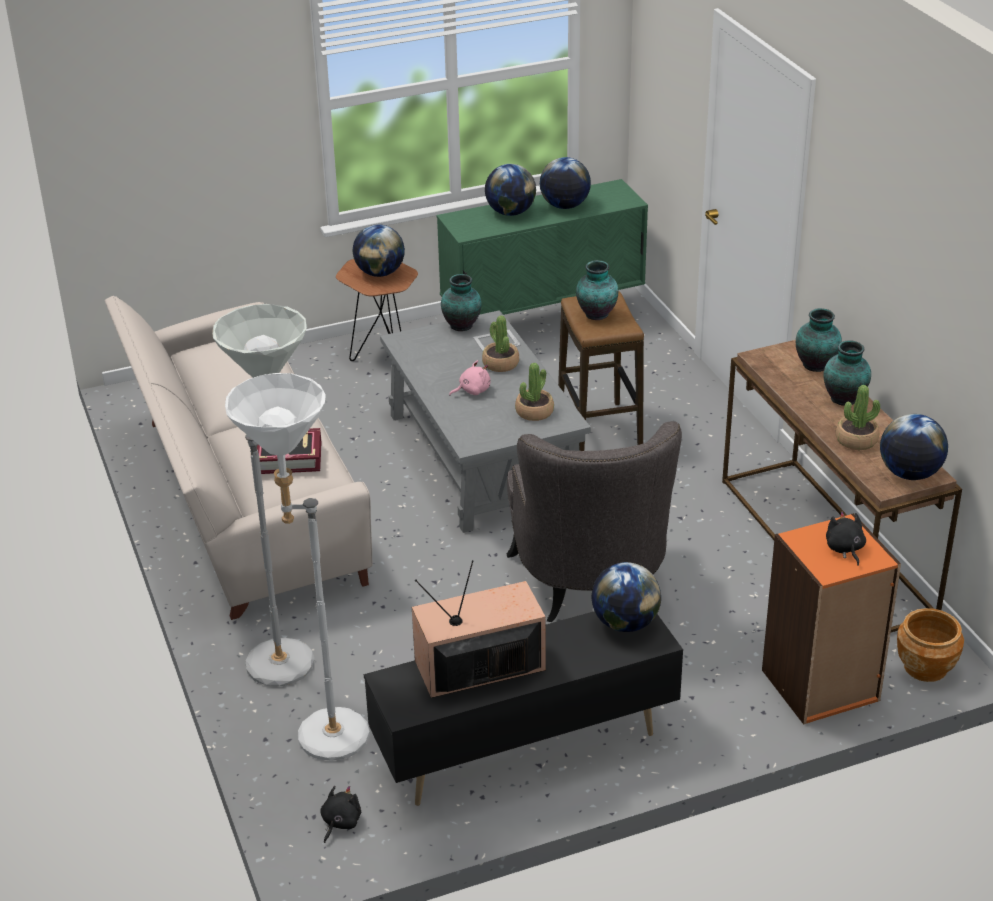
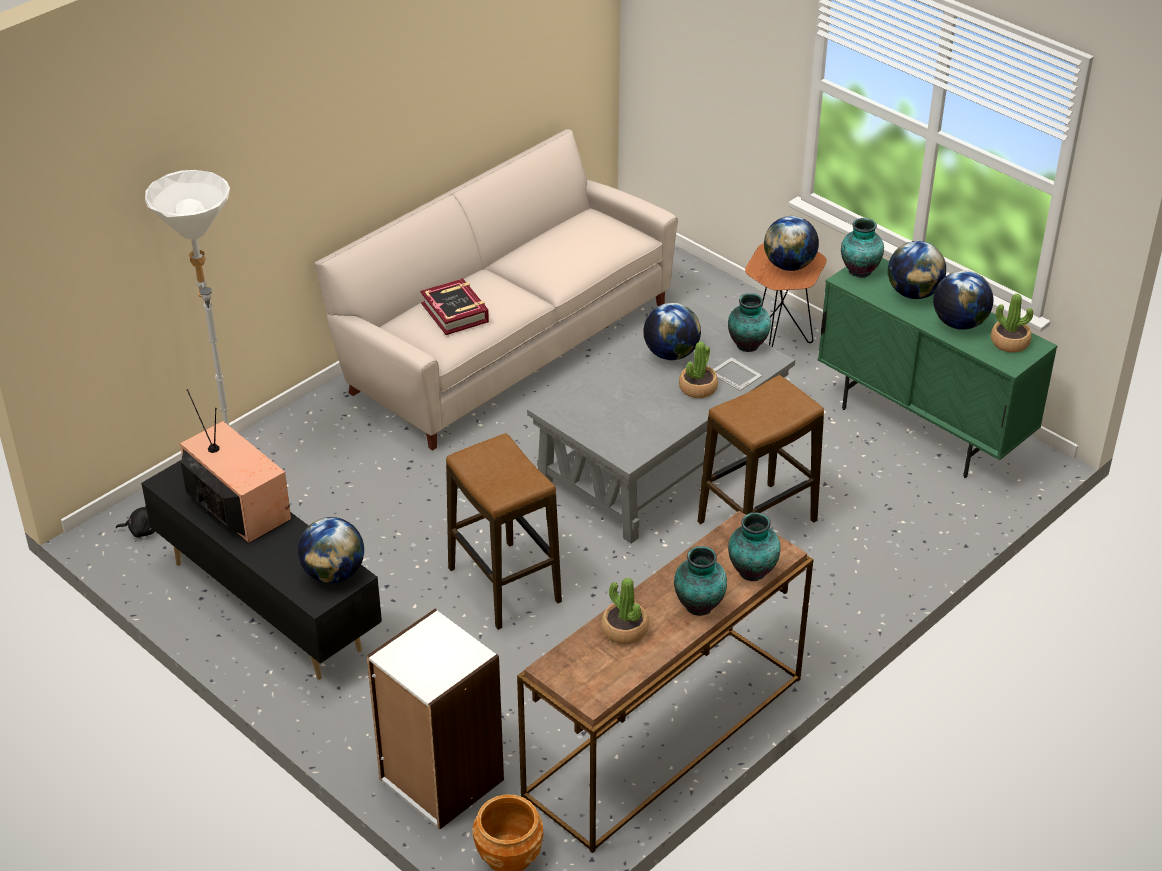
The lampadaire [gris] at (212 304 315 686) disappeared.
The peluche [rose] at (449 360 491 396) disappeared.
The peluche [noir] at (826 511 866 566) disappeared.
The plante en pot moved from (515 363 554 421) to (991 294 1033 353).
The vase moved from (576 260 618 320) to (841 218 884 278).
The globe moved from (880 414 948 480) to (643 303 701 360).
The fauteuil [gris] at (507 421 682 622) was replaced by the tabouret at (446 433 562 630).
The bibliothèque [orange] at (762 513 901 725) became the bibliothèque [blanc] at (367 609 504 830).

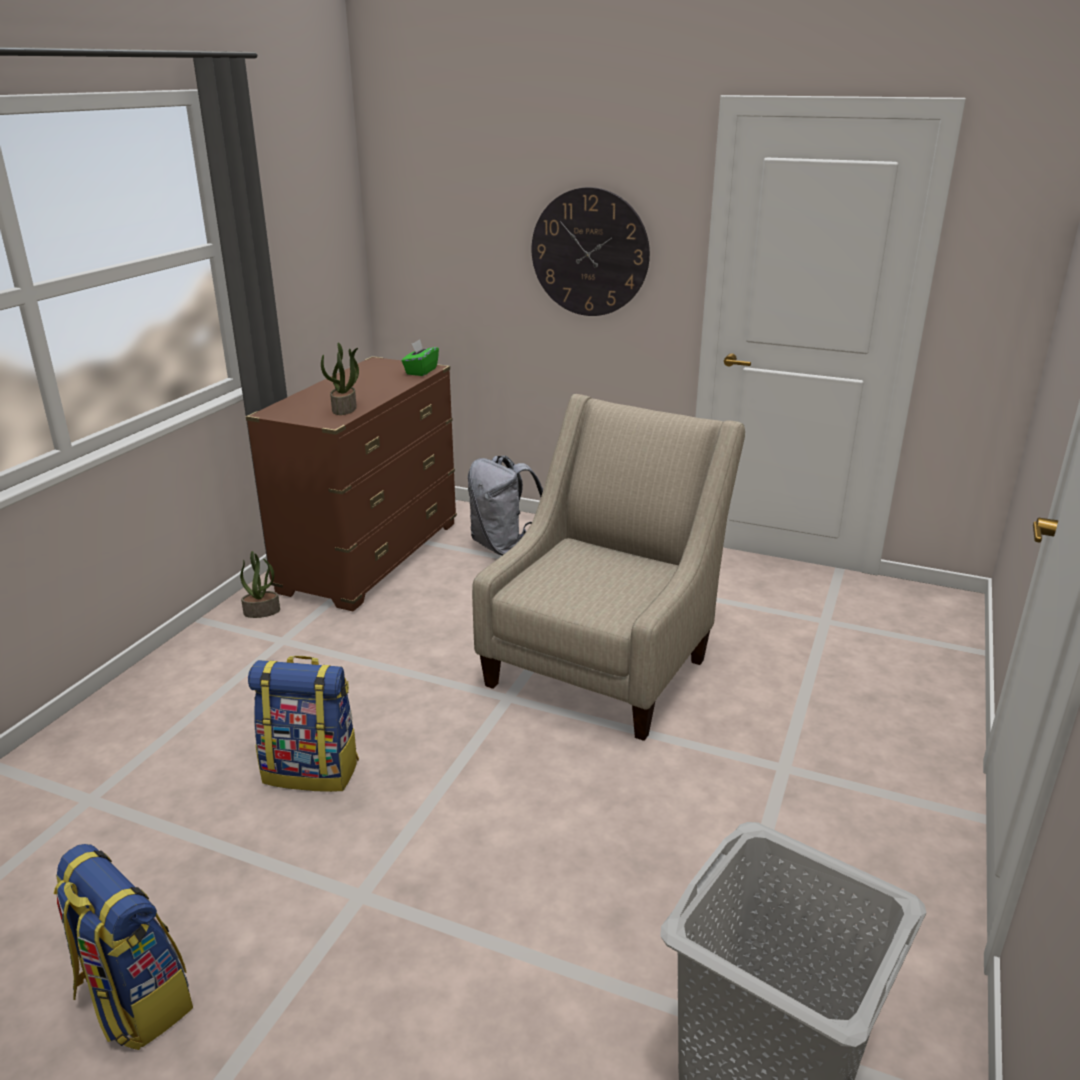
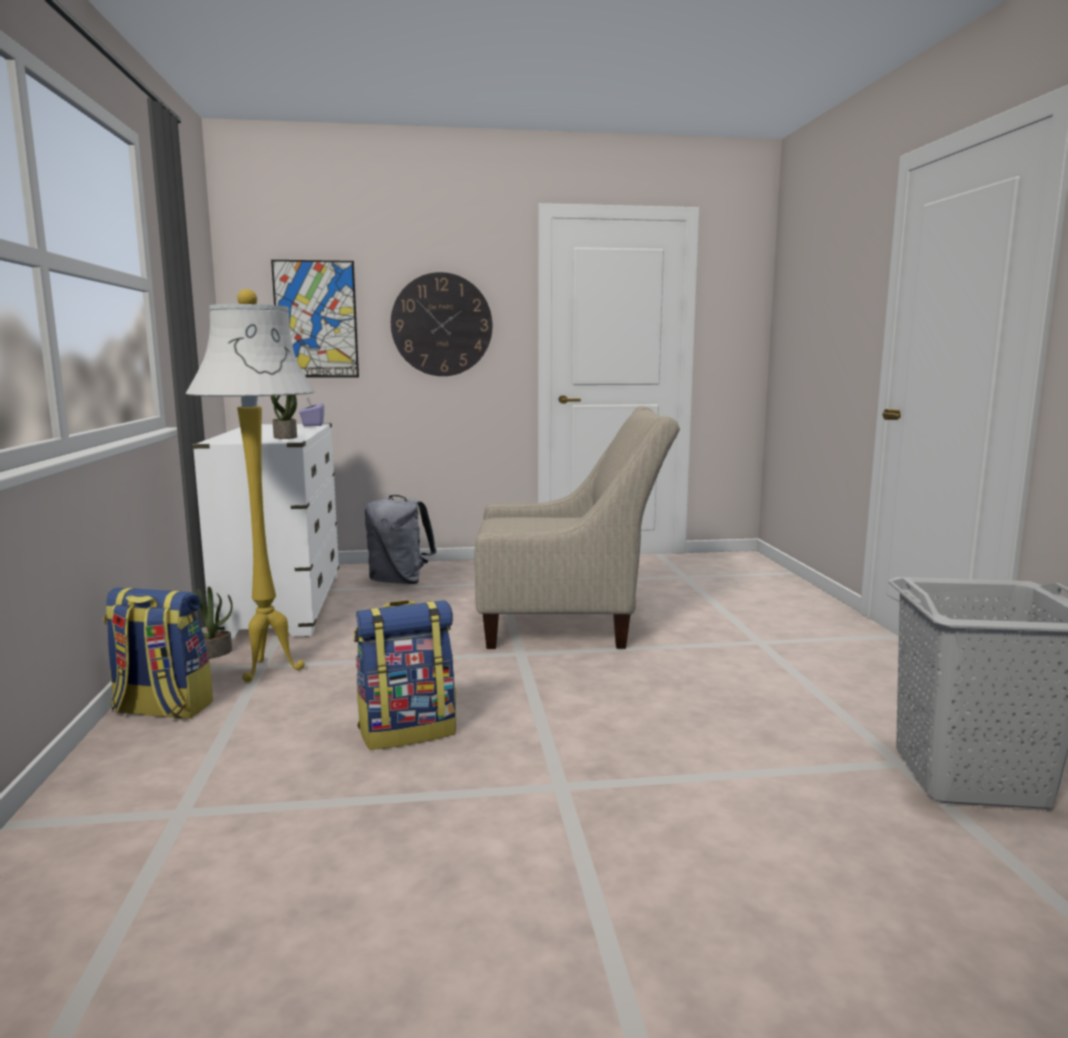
The lampadaire [blanc] at (186 289 315 682) appeared.
The tableau at (271 260 359 378) appeared.
The sac à dos moved from (54 844 193 1050) to (103 588 213 719).
The commode [marron] at (246 356 457 611) became the commode [blanc] at (192 423 339 639).
The boîte à mouchoirs [vert] at (402 339 439 376) became the boîte à mouchoirs [violet] at (299 397 324 426).
The fauteuil [beige] at (472 394 745 741) turned 90 degrees clockwise.

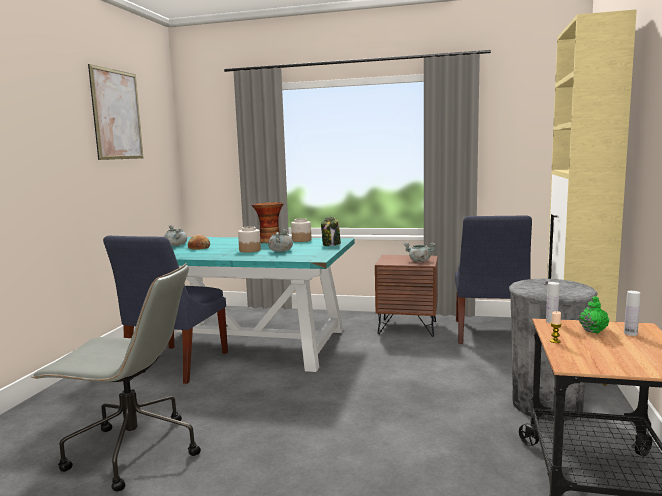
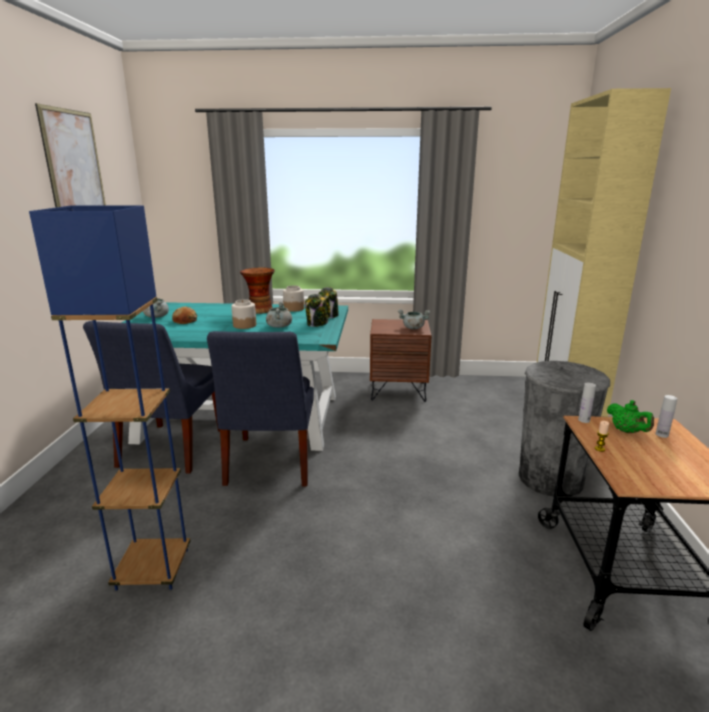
The bocal at (305 294 328 327) appeared.
The chaise [bleu] moved from (455 215 532 344) to (207 331 314 486).
The chaise de bureau [gris] at (31 263 201 492) was replaced by the lampadaire [bleu] at (29 205 190 591).
The théière [vert] at (579 296 609 333) turned 135 degrees clockwise.

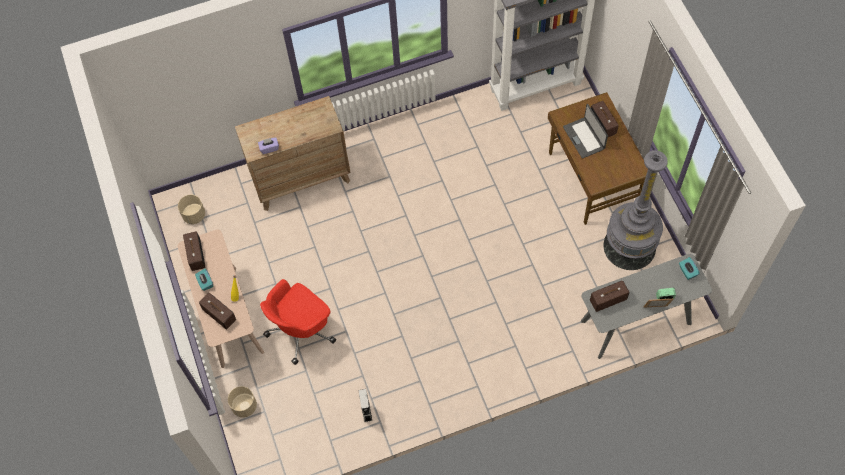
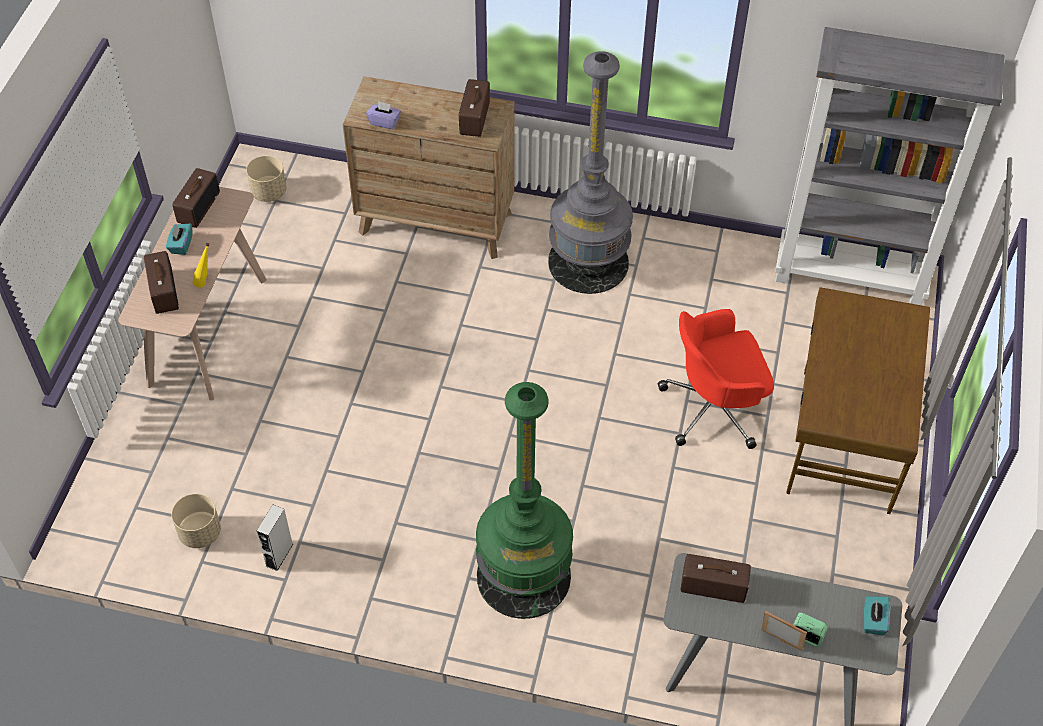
The ordinateur portable at (563 104 608 159) disappeared.
The lampadaire [vert] at (476 382 573 619) appeared.
The cache-pot [beige] moved from (228 386 257 418) to (171 494 221 548).
The chaise de bureau [rouge] moved from (260 279 336 365) to (658 309 774 449).
The radio moved from (591 101 619 137) to (459 79 490 137).
The lampadaire [gris] moved from (603 150 668 270) to (548 51 633 294).

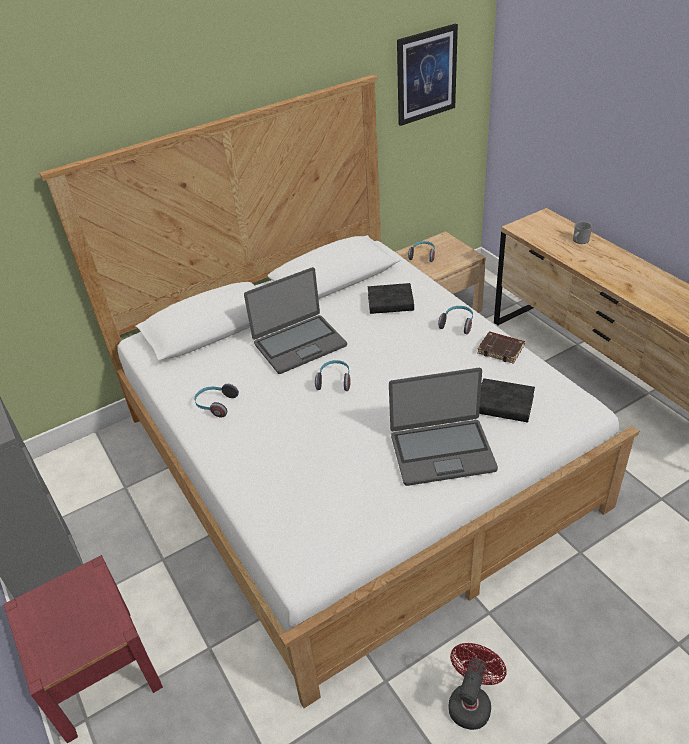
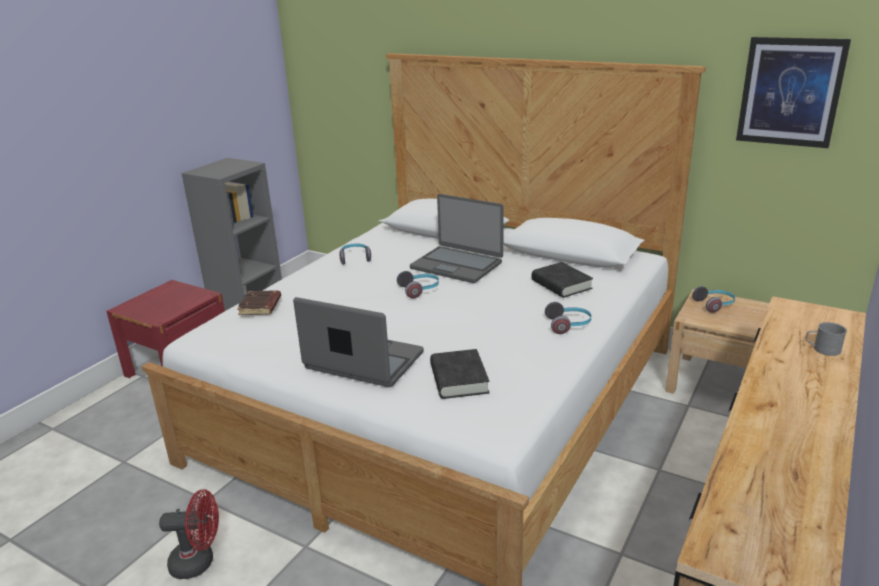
The livre [marron] moved from (477 331 525 364) to (237 291 281 315).
The ordinateur portable at (389 368 498 486) turned 150 degrees clockwise.

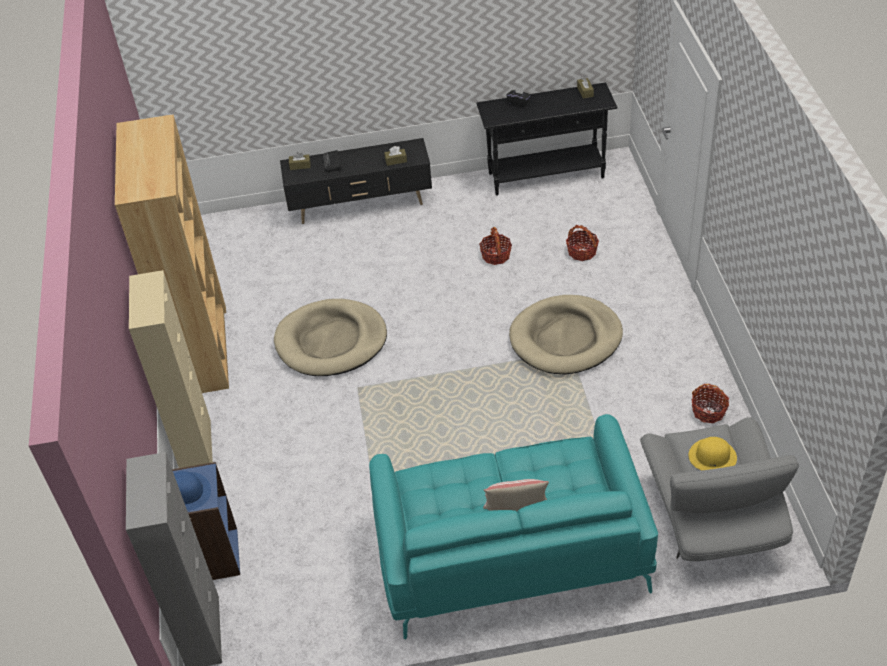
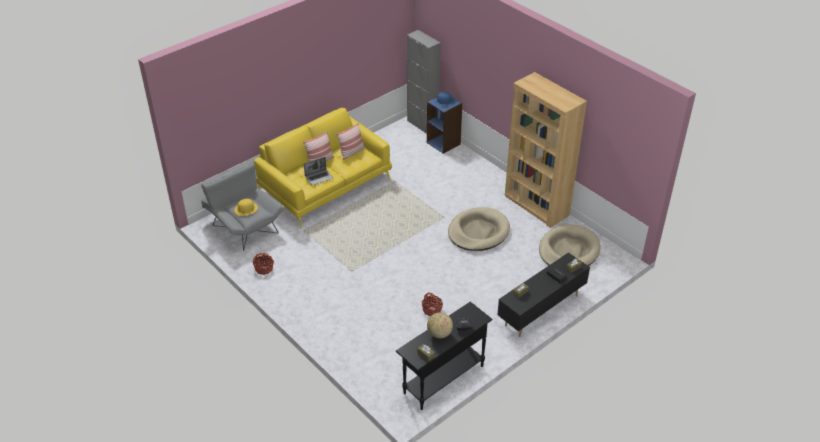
The meuble de rangement [beige] at (129 270 213 468) disappeared.
The panier at (566 225 599 261) disappeared.
The ordinateur portable at (304 157 333 185) appeared.
The coussin at (336 123 365 160) appeared.
The globe at (427 313 453 338) appeared.
The panier pour chien [beige] moved from (509 295 623 374) to (539 224 600 266).
The canapé [turquoise] at (369 414 658 639) became the canapé [jaune] at (254 108 392 229).

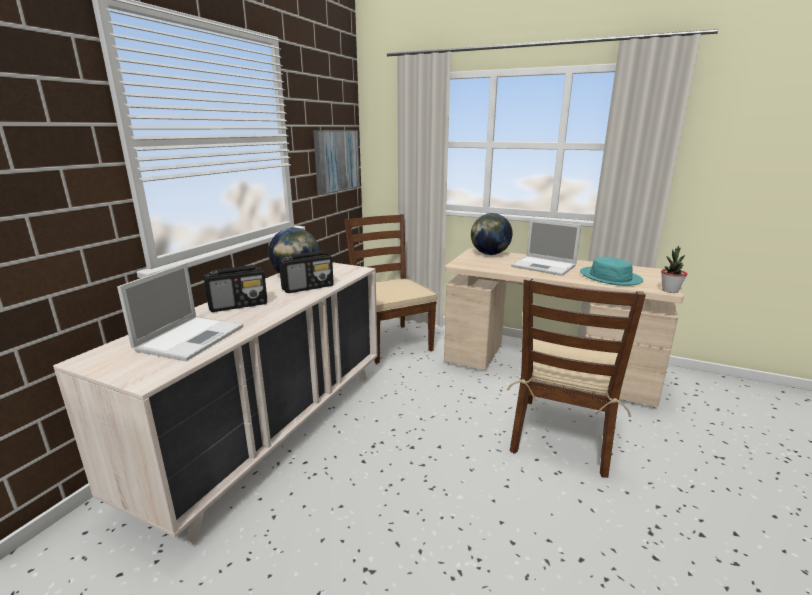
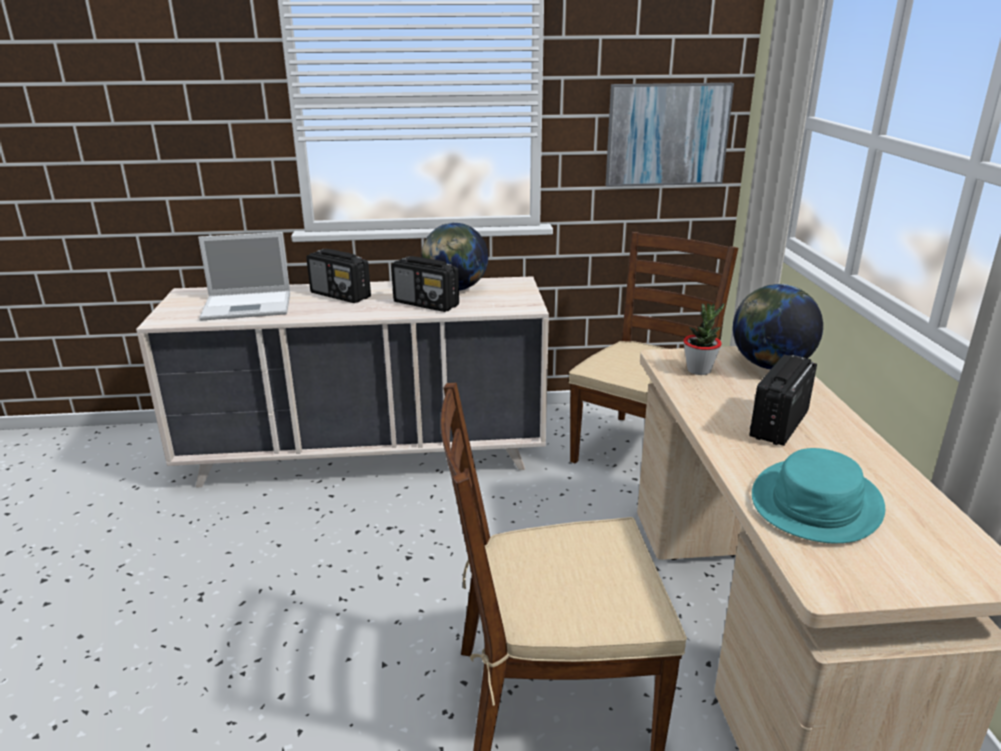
The plante en pot moved from (661 246 687 293) to (683 303 724 375).
The ordinateur portable at (511 219 581 276) was replaced by the radio at (749 355 817 446).

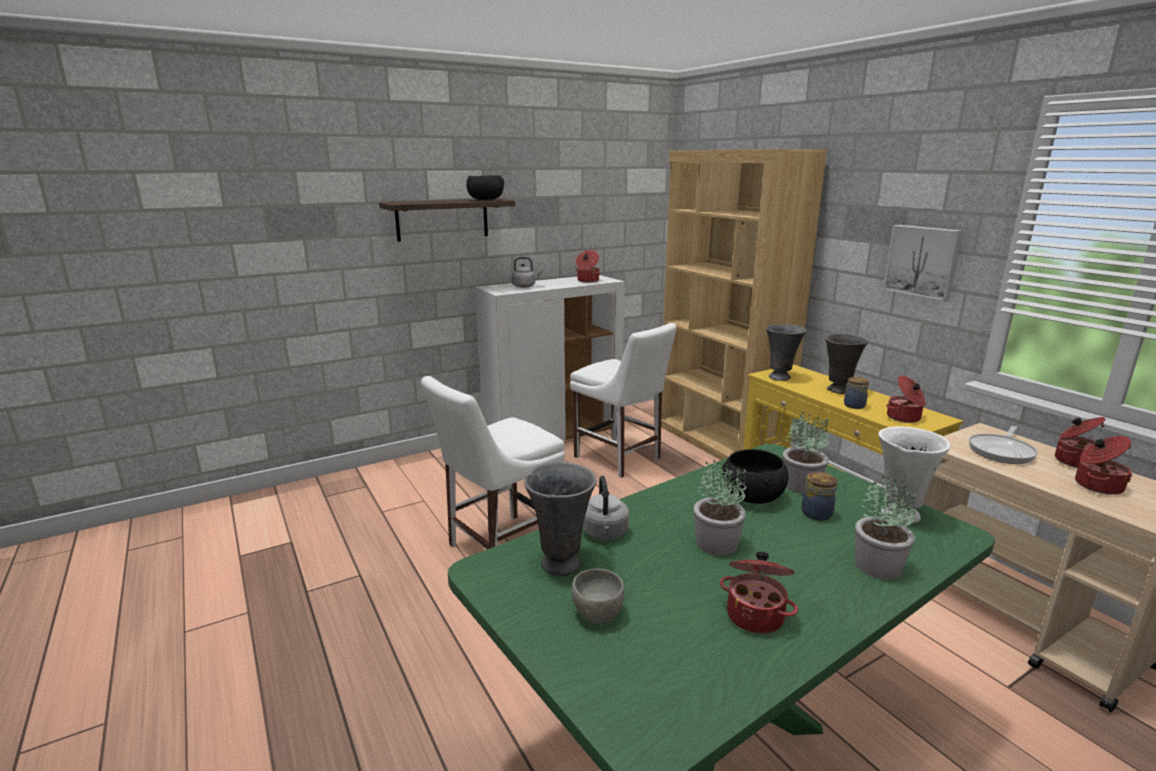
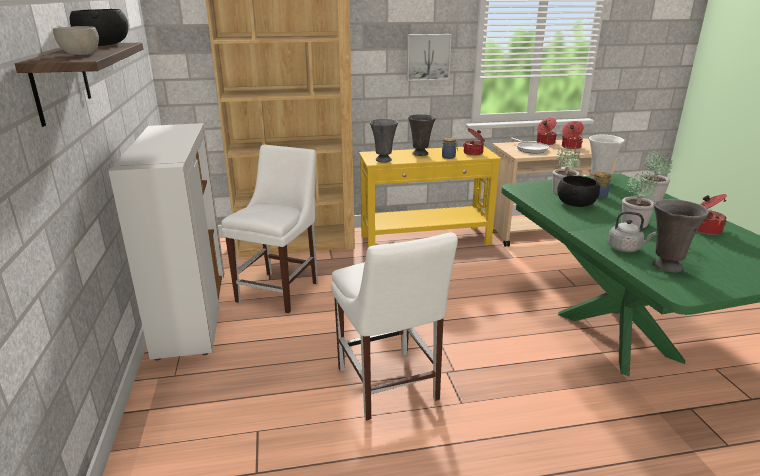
The bouilloire [gris] at (511 257 542 288) disappeared.
The marmite at (576 250 600 282) disappeared.
The bol [gris] moved from (571 569 625 624) to (53 26 99 55).
The chaise [blanc] at (570 323 677 478) turned 45 degrees counterclockwise.

